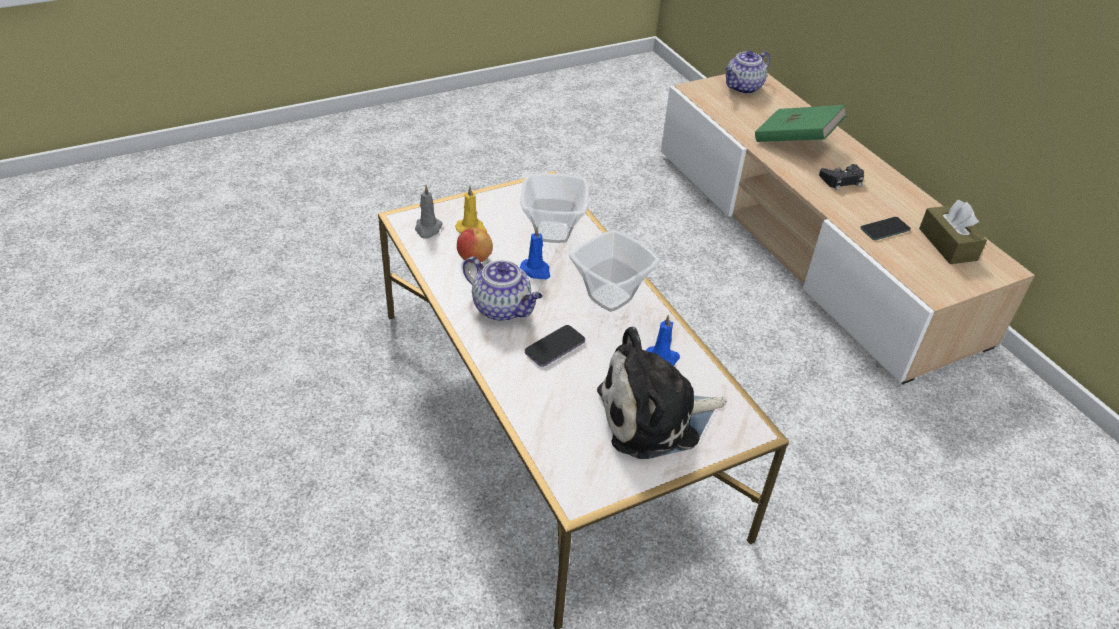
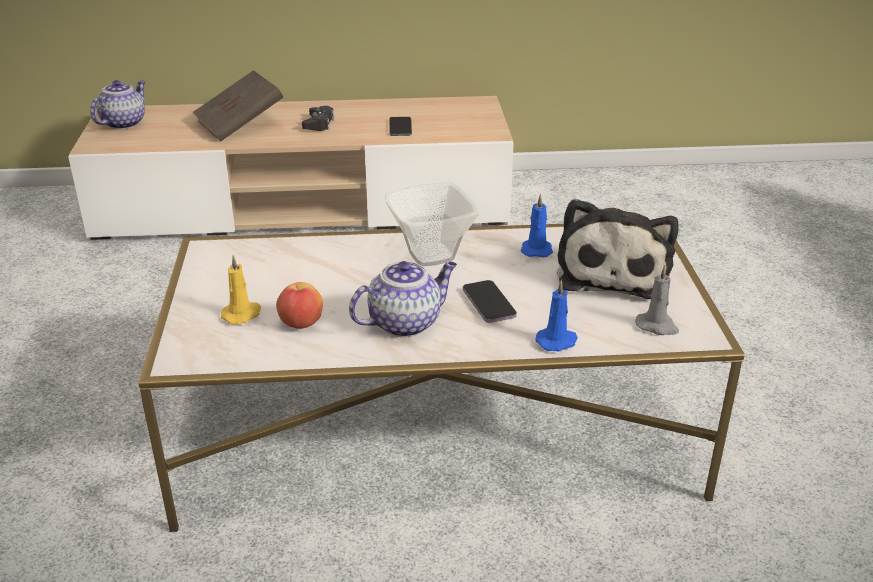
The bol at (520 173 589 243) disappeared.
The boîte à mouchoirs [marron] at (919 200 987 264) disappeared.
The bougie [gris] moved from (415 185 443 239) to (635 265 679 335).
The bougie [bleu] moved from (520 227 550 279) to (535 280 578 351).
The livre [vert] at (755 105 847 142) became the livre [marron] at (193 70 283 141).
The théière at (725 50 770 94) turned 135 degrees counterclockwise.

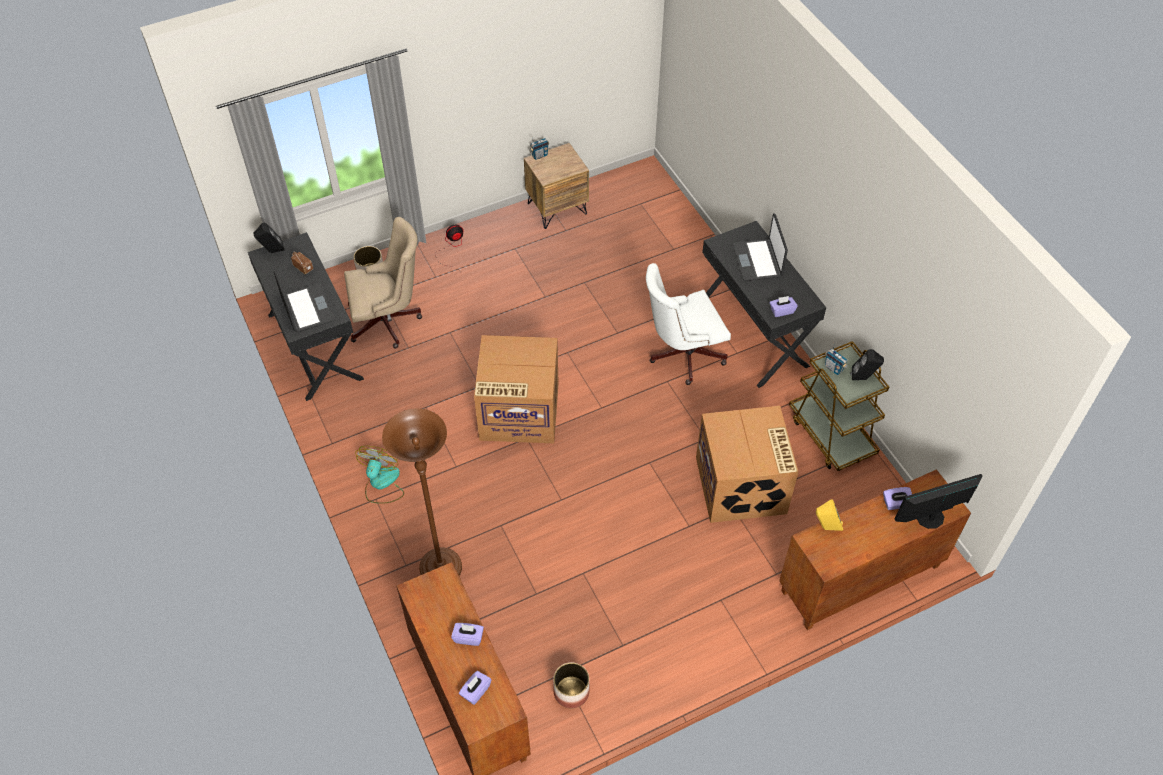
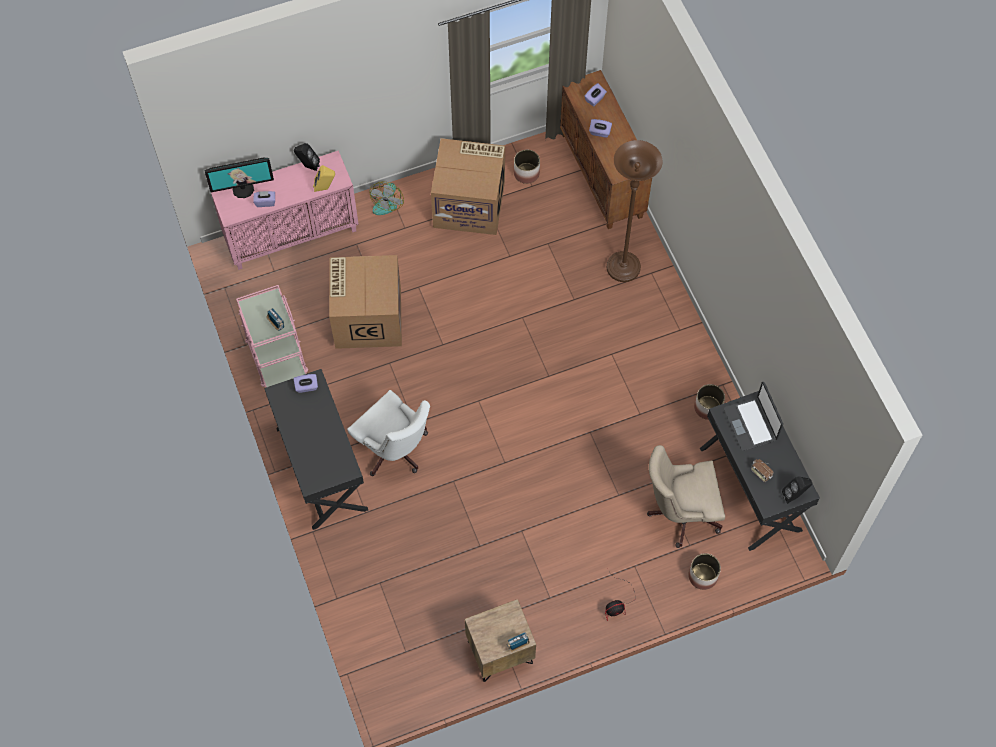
The ordinateur portable at (733 213 788 281) disappeared.
The cache-pot at (694 384 725 420) appeared.
The ventilateur moved from (355 446 404 504) to (369 181 404 215).
The carton moved from (474 335 559 443) to (431 138 505 235).
The enceinte [noir] moved from (850 349 884 380) to (294 143 320 171).
The meuble de rangement [marron] at (779 469 971 630) became the meuble de rangement [rose] at (211 151 359 270).
The chariot [marron] at (789 341 889 471) became the chariot [rose] at (236 285 308 387).
The chaise de bureau [blanc] at (646 263 731 385) turned 60 degrees clockwise.

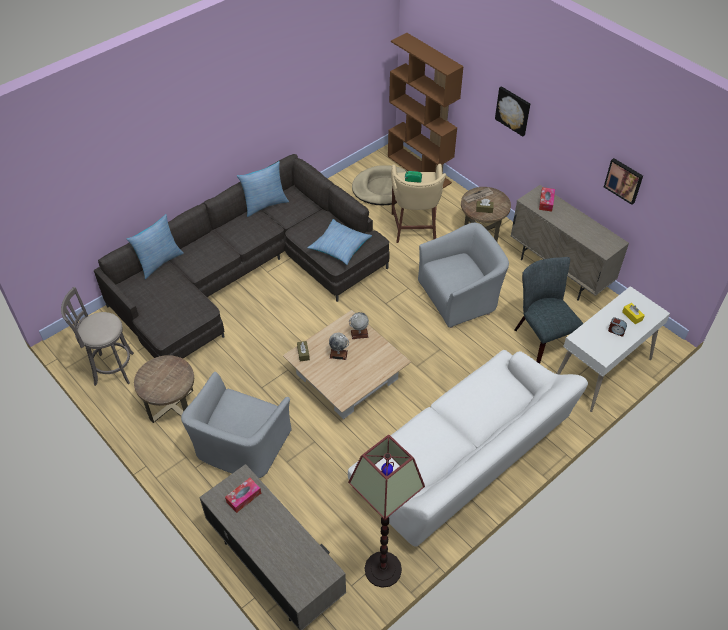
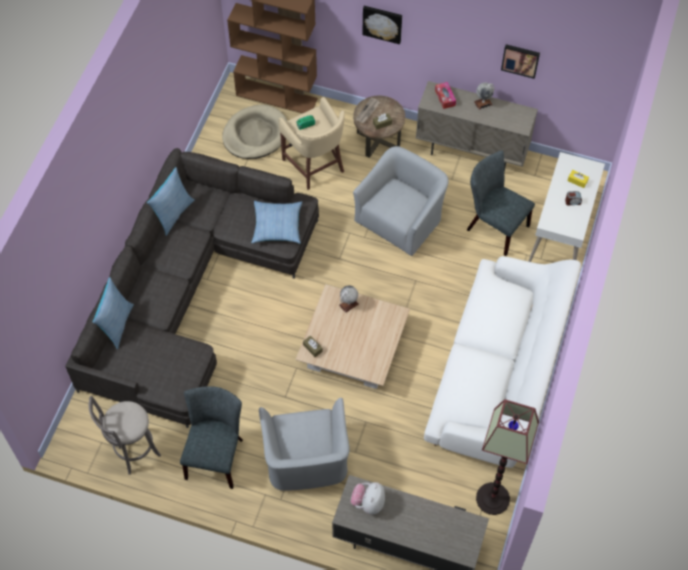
The globe moved from (329 333 349 360) to (474 82 495 110).
The table d'appoint [marron] at (134 355 194 423) was replaced by the chaise [gris] at (180 386 243 489).
The boîte à mouchoirs at (225 478 261 513) was replaced by the peluche at (351 482 385 515).

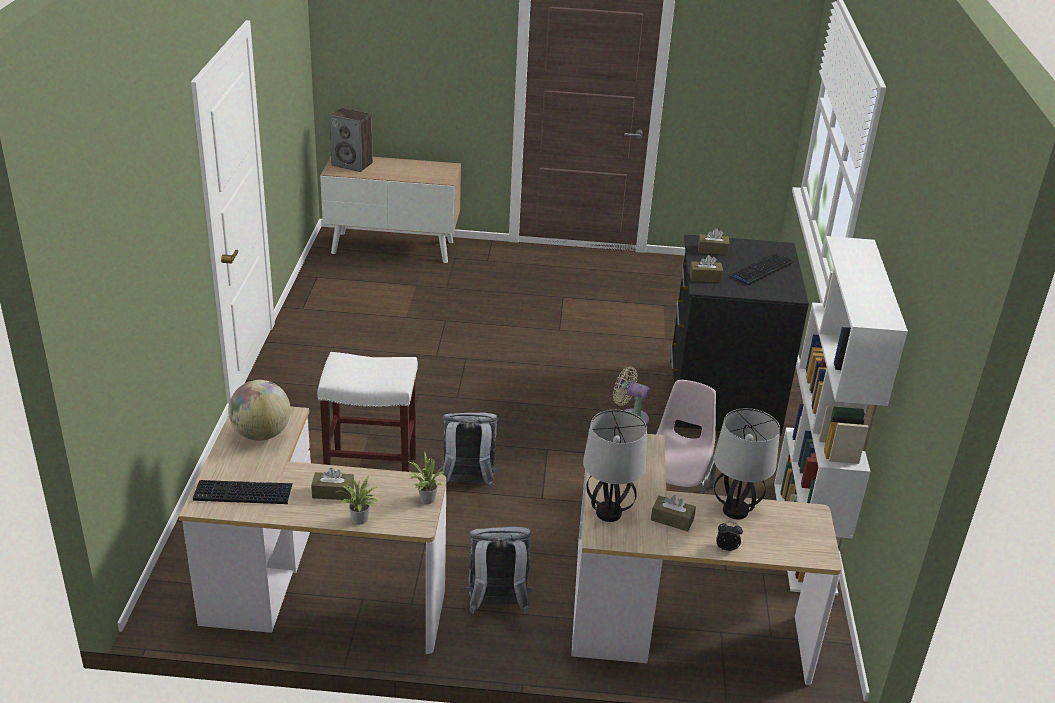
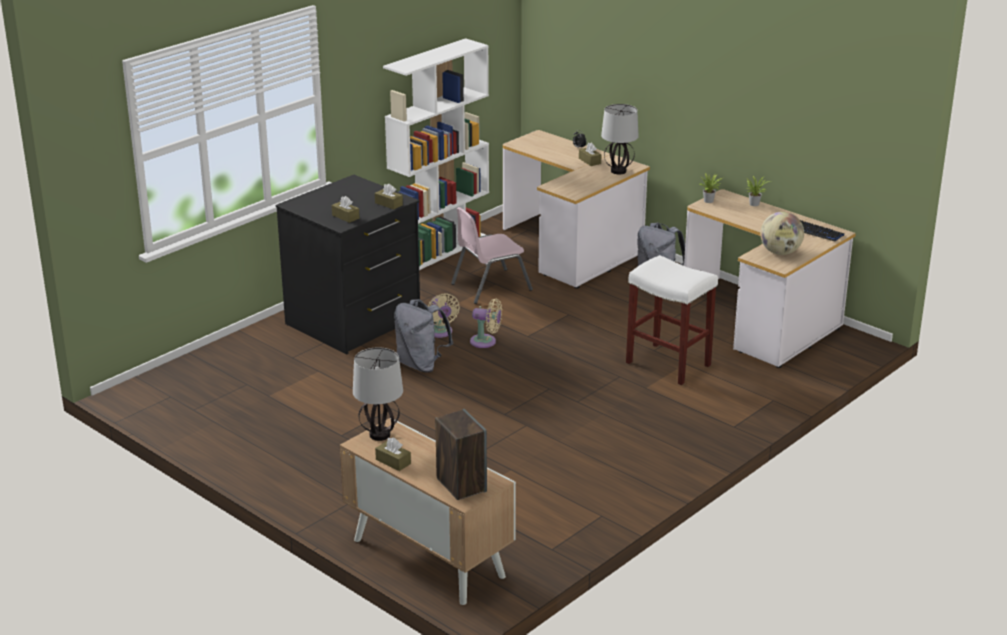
The clavier at (731 253 793 285) disappeared.
The ventilateur [beige] at (470 299 502 348) appeared.
The boîte à mouchoirs [marron] moved from (311 468 354 500) to (375 438 411 471).
The sac à dos [gris] moved from (437 412 499 488) to (394 299 453 372).
The lampe de table moved from (714 408 780 519) to (353 347 403 441).

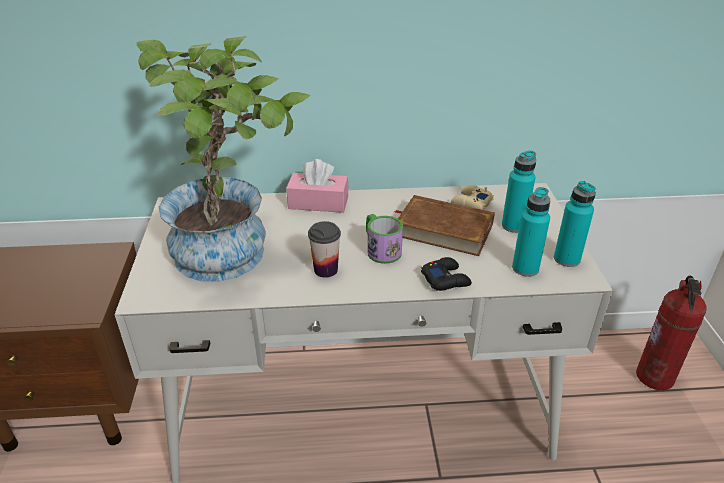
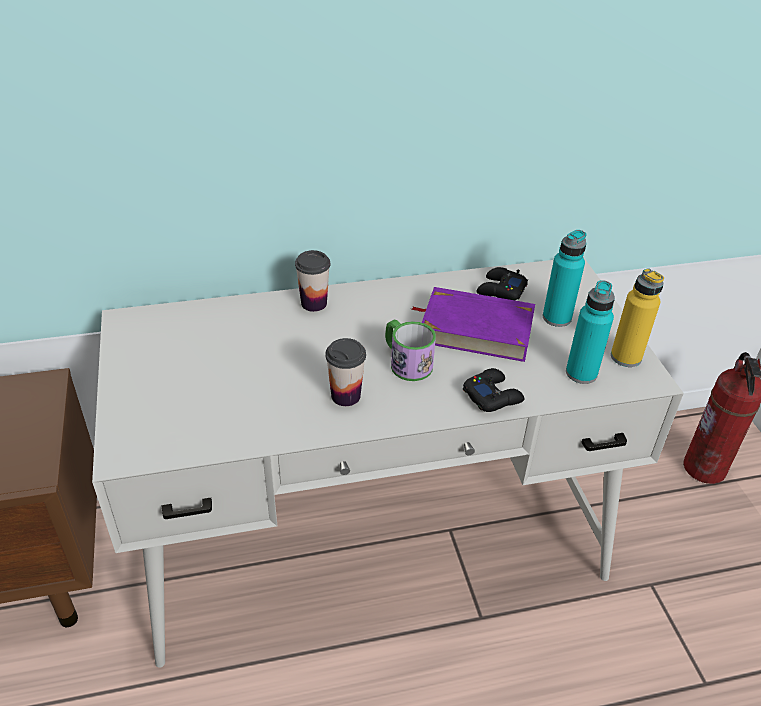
The plante en pot at (137 36 311 282) disappeared.
The boîte à mouchoirs [rose] at (286 159 349 213) was replaced by the tasse at (295 250 330 312).
The livre [marron] at (394 195 495 256) became the livre [violet] at (412 287 535 362).
The manette [beige] at (450 185 494 210) became the manette [noir] at (477 267 528 300).
The bouteille [turquoise] at (554 181 596 267) became the bouteille [jaune] at (611 268 664 367).

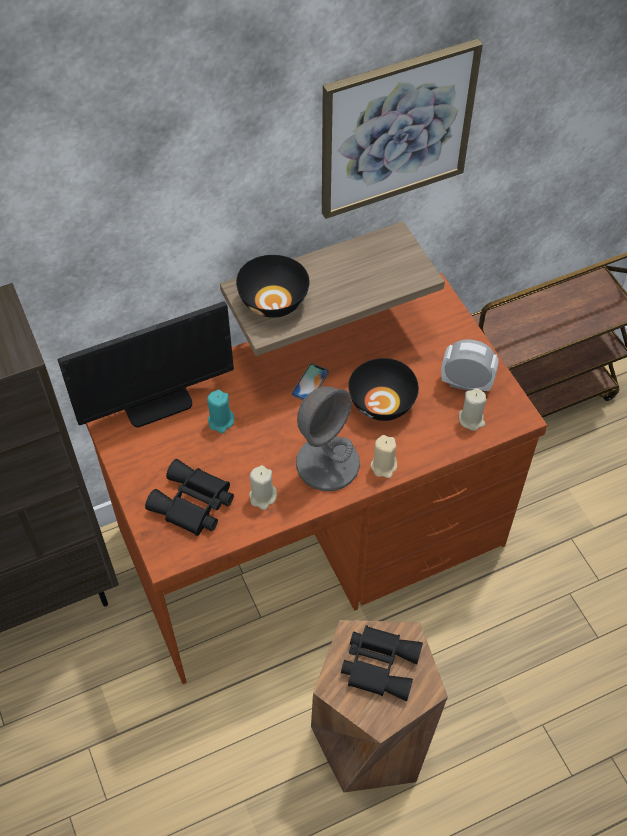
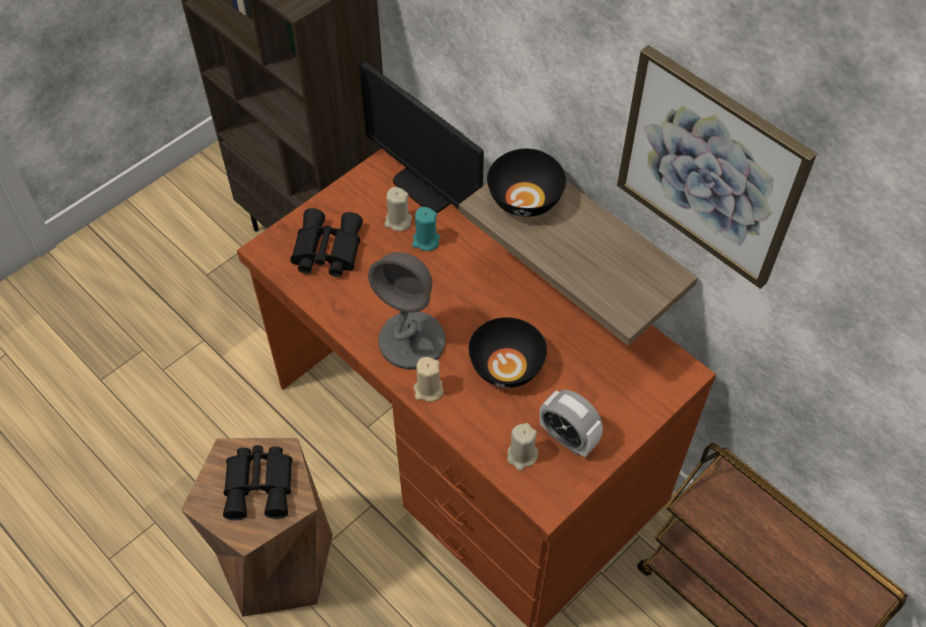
The téléphone at (292 363 329 400) disappeared.
The bougie [beige] moved from (249 465 277 510) to (384 187 412 231).
The réveil at (441 339 498 391) turned 135 degrees clockwise.

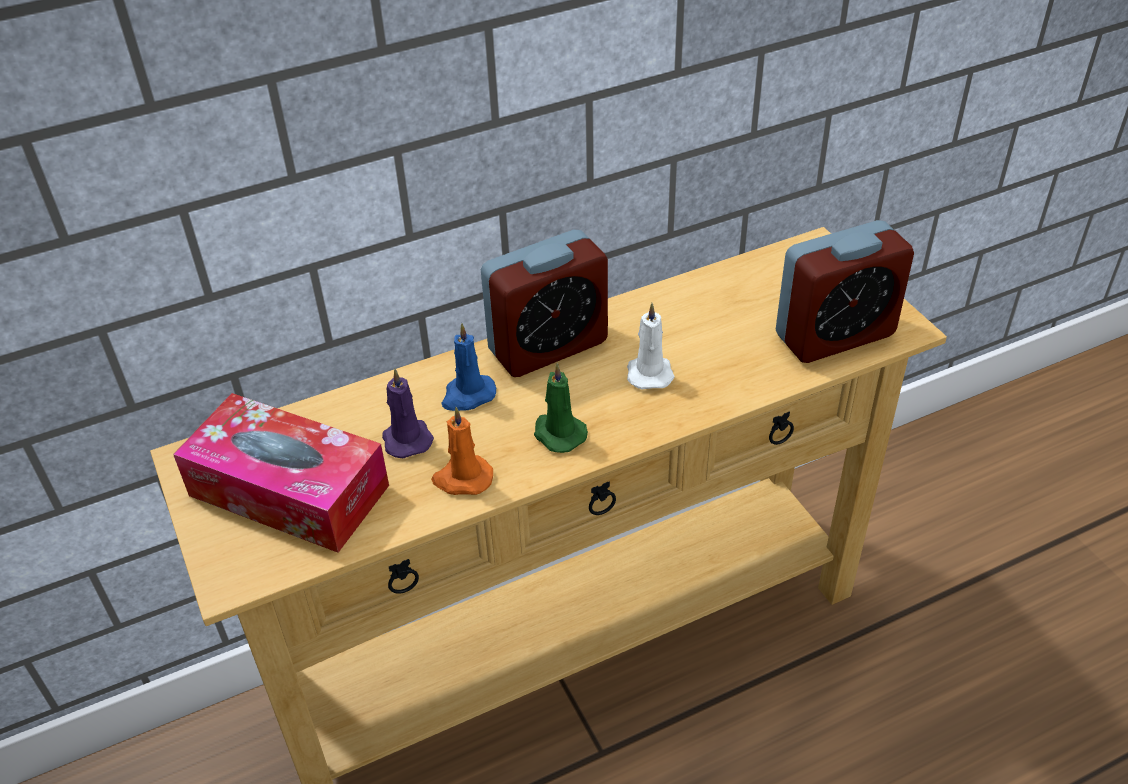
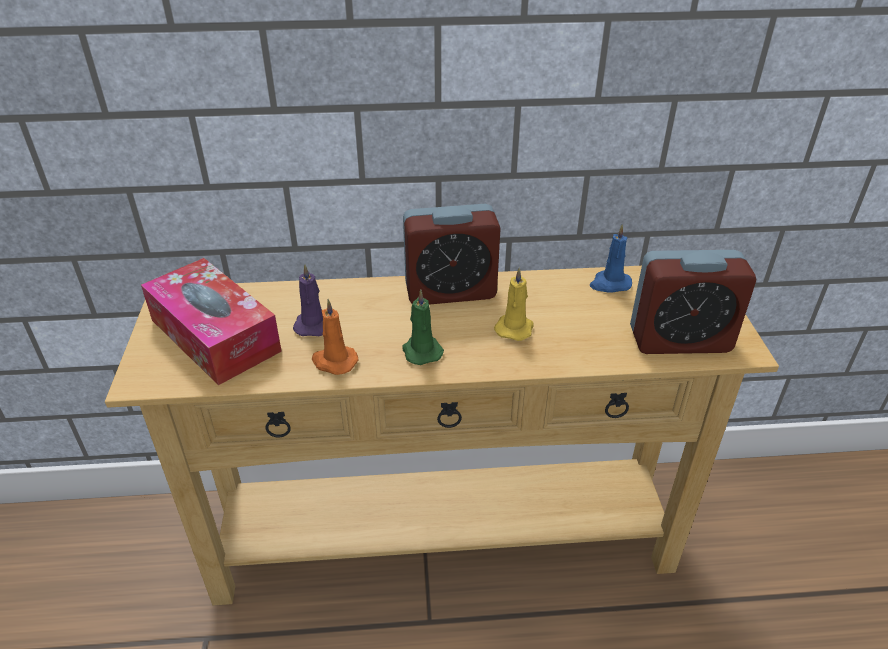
The bougie [bleu] moved from (441 323 496 411) to (590 225 632 293).
The bougie [blanc] at (627 303 675 389) became the bougie [jaune] at (494 267 534 341).

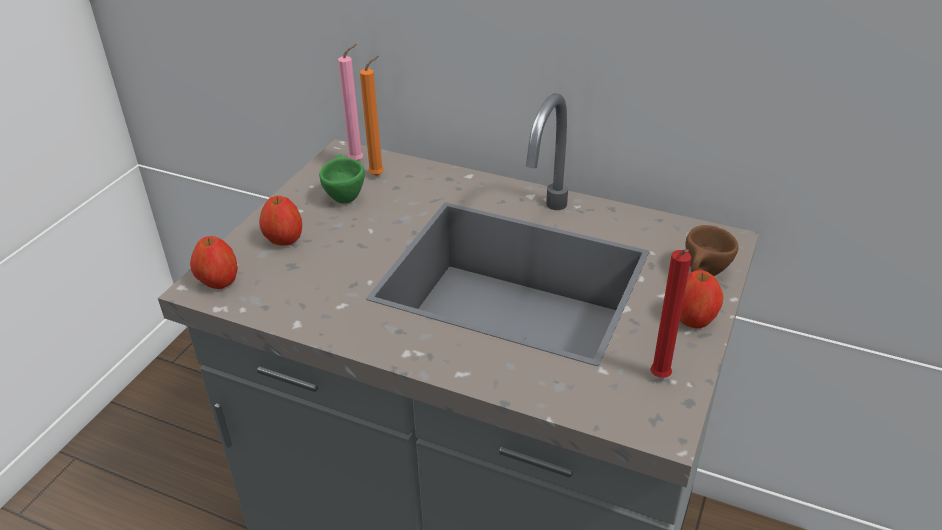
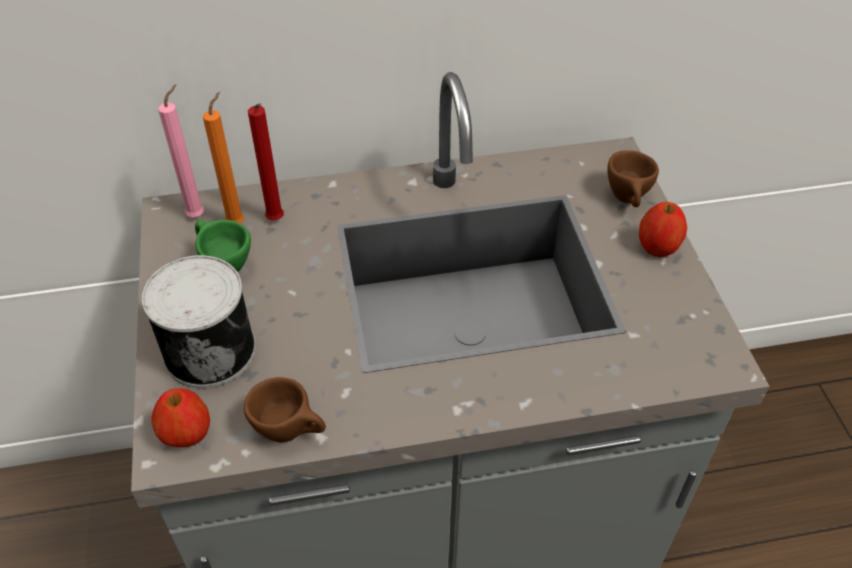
The tasse [marron] at (244 377 326 442) appeared.
The bougie [rouge] moved from (650 249 691 378) to (248 103 284 221).
The pomme at (259 196 302 246) was replaced by the boîte métallique at (141 255 256 388).

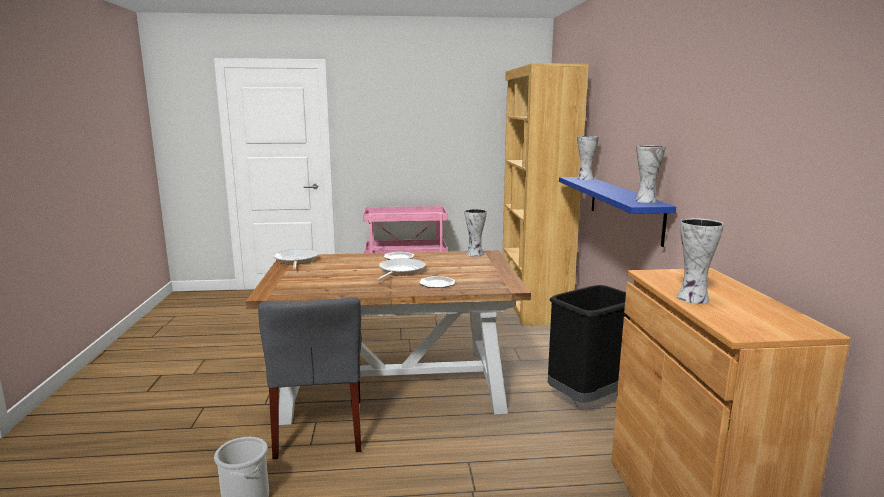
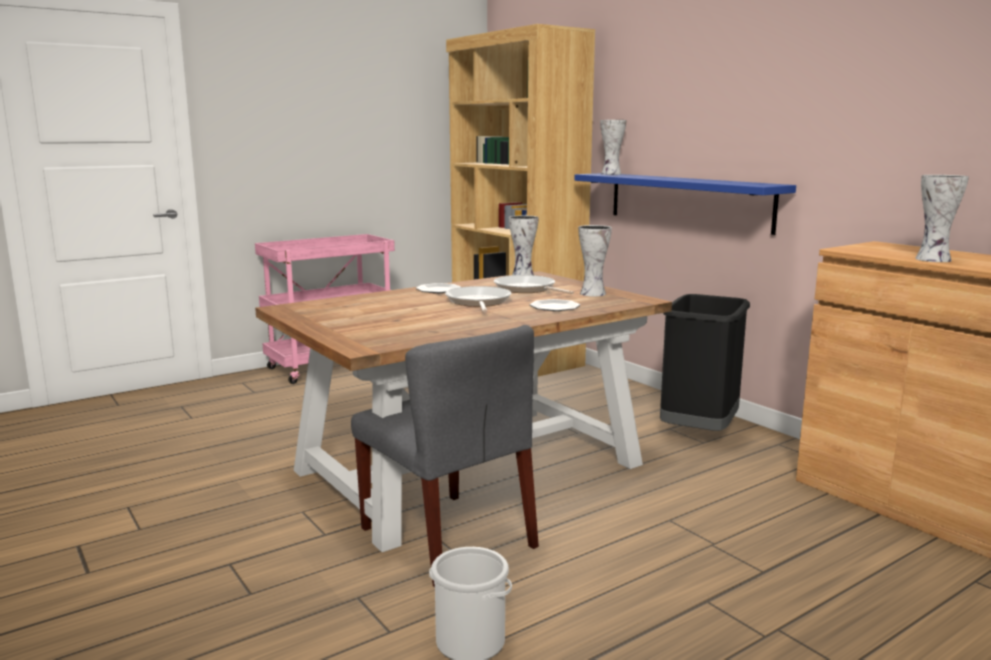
The poêle moved from (274 249 318 270) to (494 275 574 294).
The vase moved from (635 145 666 203) to (578 225 612 296).

